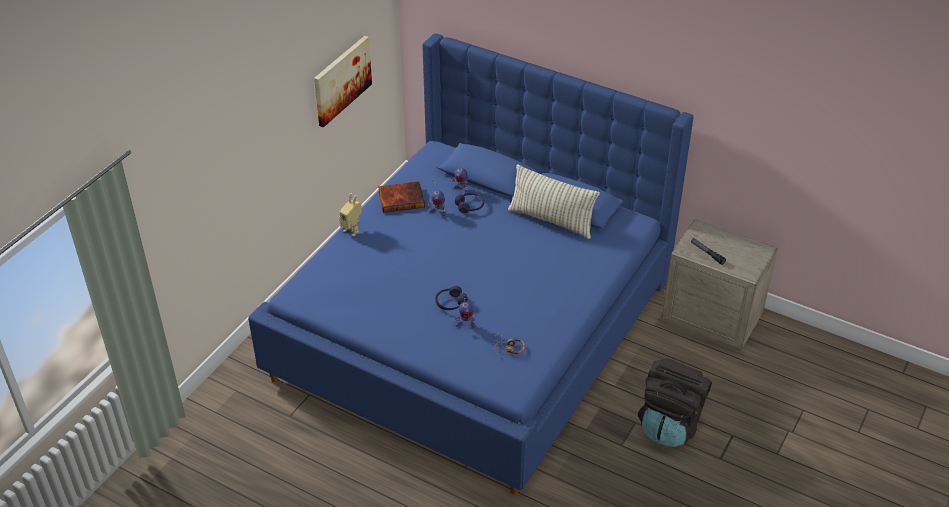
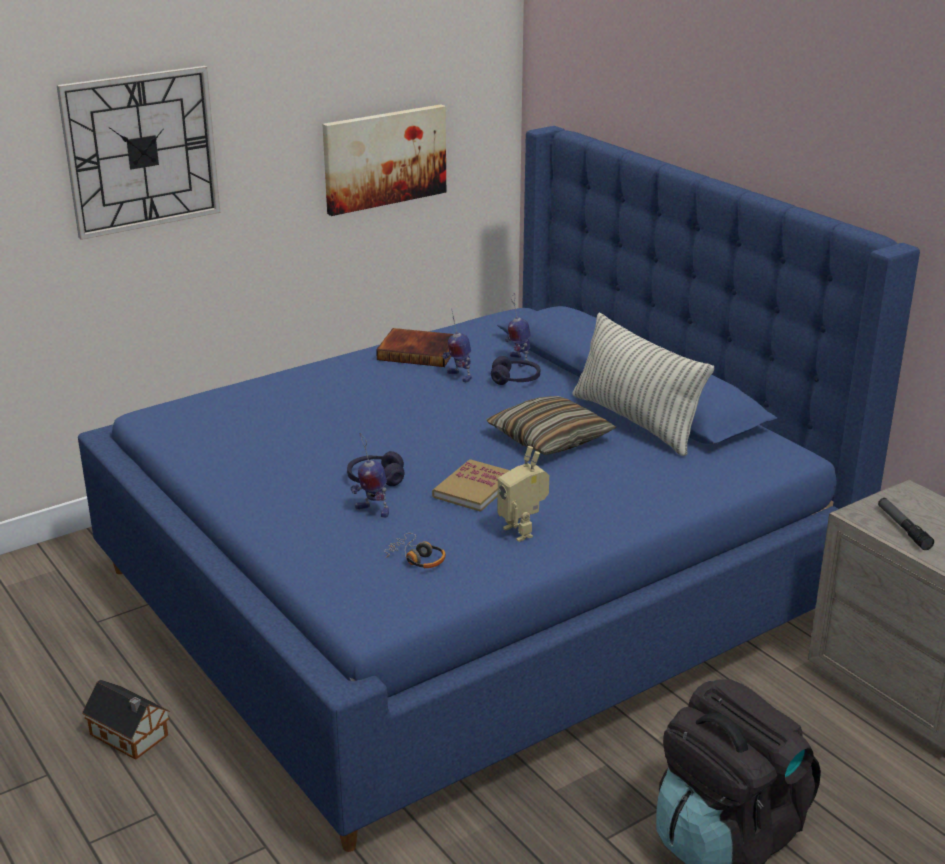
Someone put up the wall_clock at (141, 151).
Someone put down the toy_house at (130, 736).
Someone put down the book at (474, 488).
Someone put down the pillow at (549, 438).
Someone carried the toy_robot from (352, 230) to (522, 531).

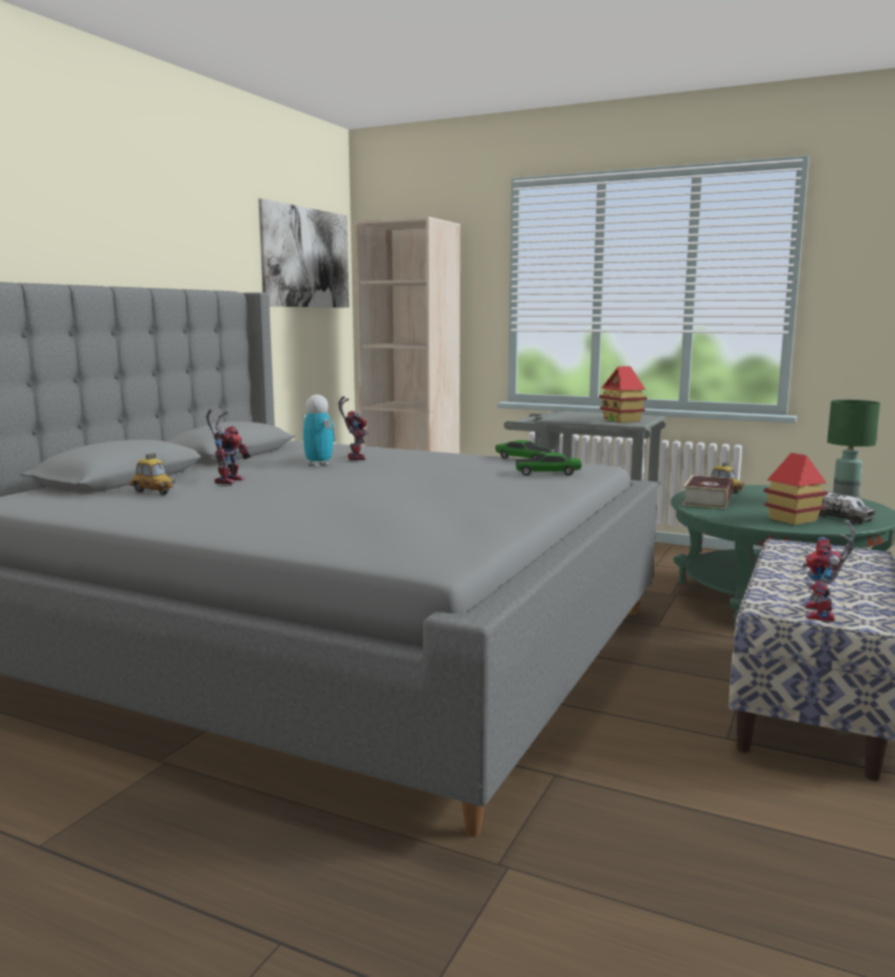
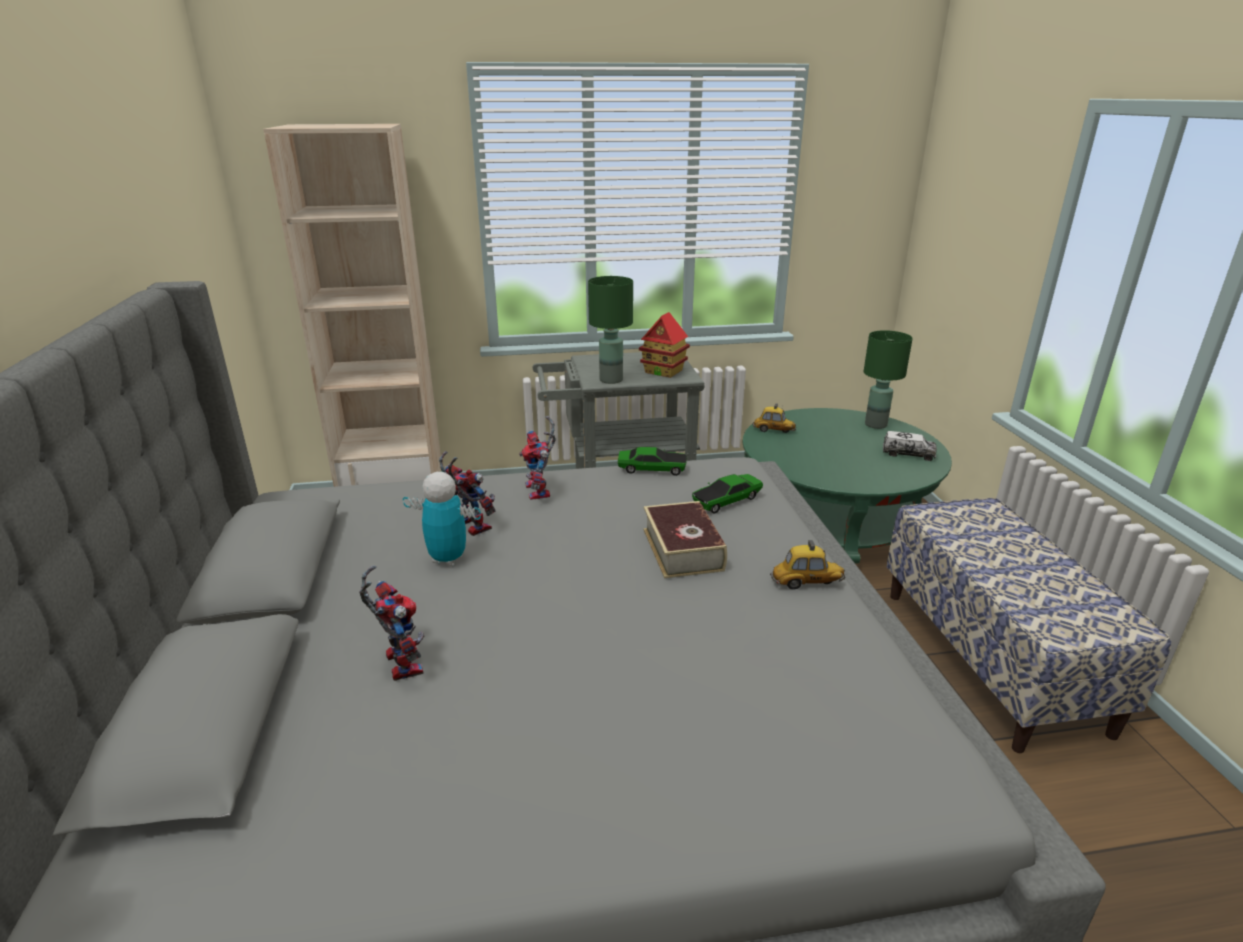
Someone carried the toy_robot from (823, 615) to (541, 492).
Someone put down the green_table_lamp at (610, 380).
Someone carried the book from (707, 500) to (682, 549).
Someone carried the toy_car from (153, 492) to (806, 583).
Someone took away the picture at (306, 258).
Someone took away the toy_house at (792, 520).

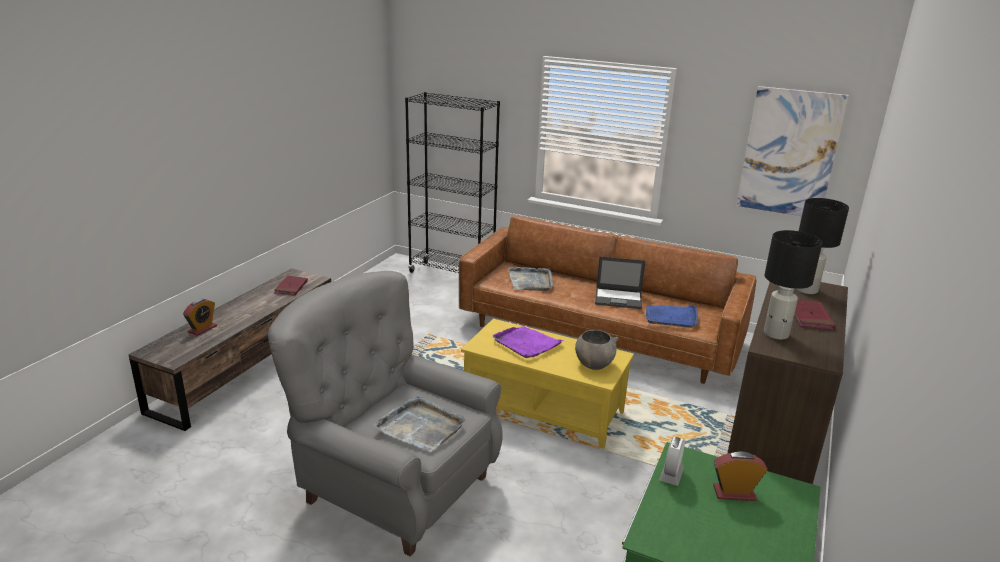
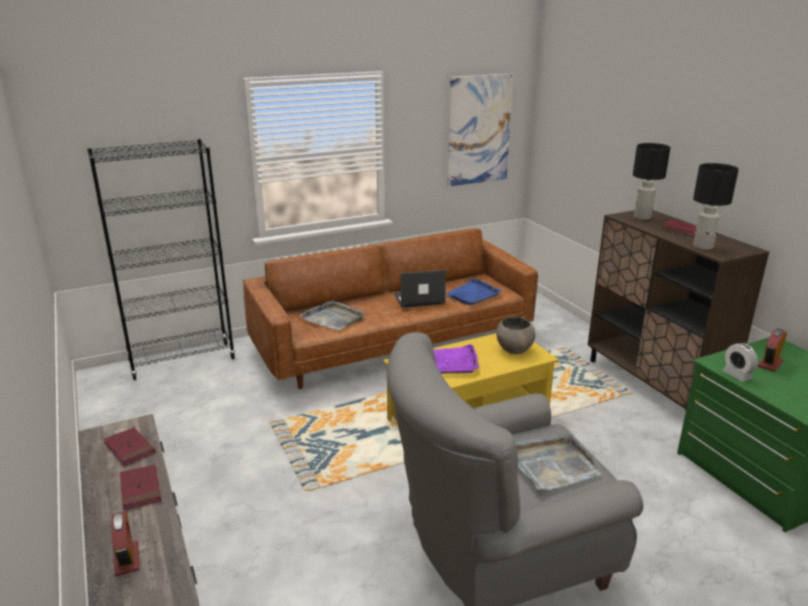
Someone put down the red_book at (140, 489).
Someone rotated the laptop at (619, 298) by 150 degrees counterclockwise.

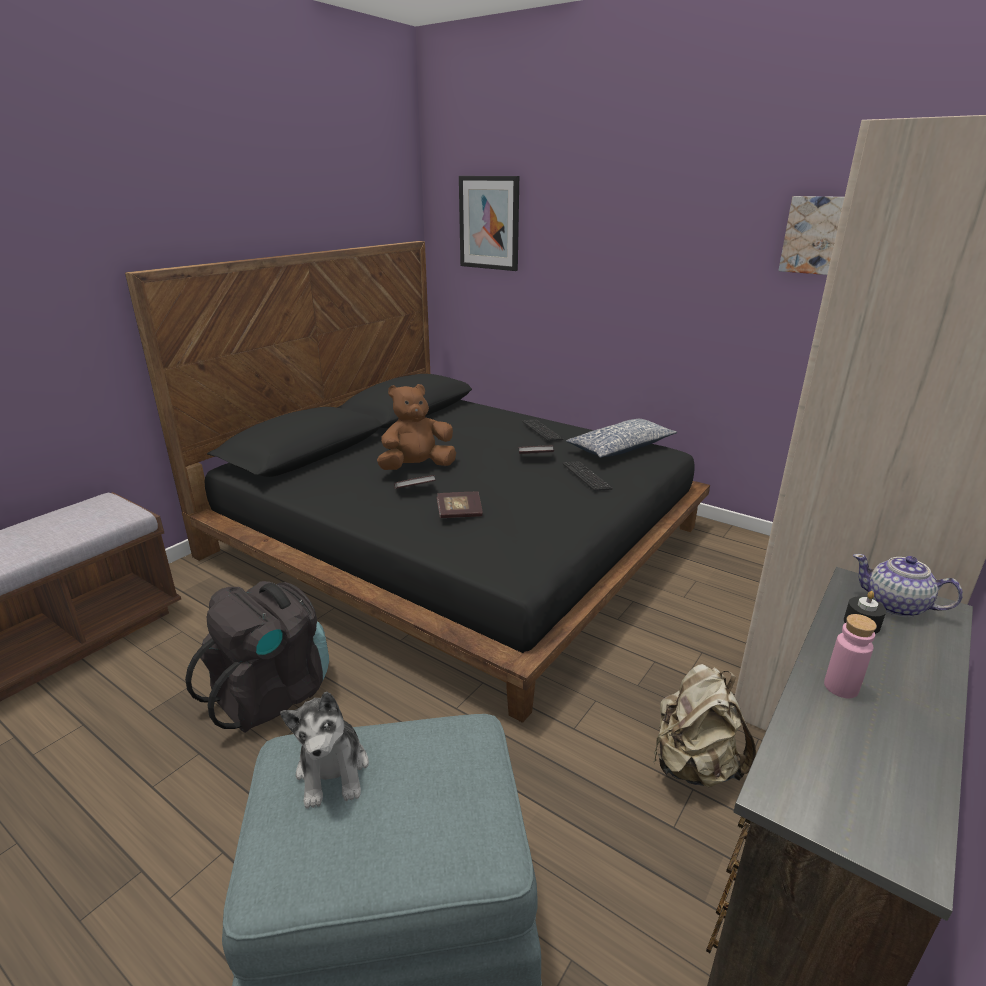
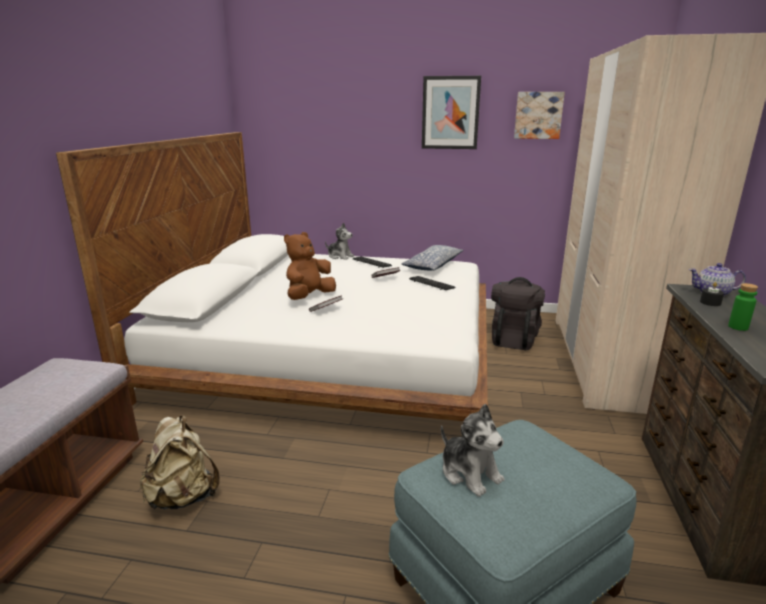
Someone repainted the black_bed at (458, 541), which became the white_bed at (333, 353).
Someone carried the beige_backpack from (694, 765) to (183, 497).
Someone put down the plush_toy at (340, 256).
Someone carried the picture from (489, 223) to (450, 113).
Someone carried the black_backpack from (272, 693) to (513, 339).
Someone repainted the pink_bottle at (841, 687), which became the green_bottle at (738, 327).
Someone took away the book at (459, 513).

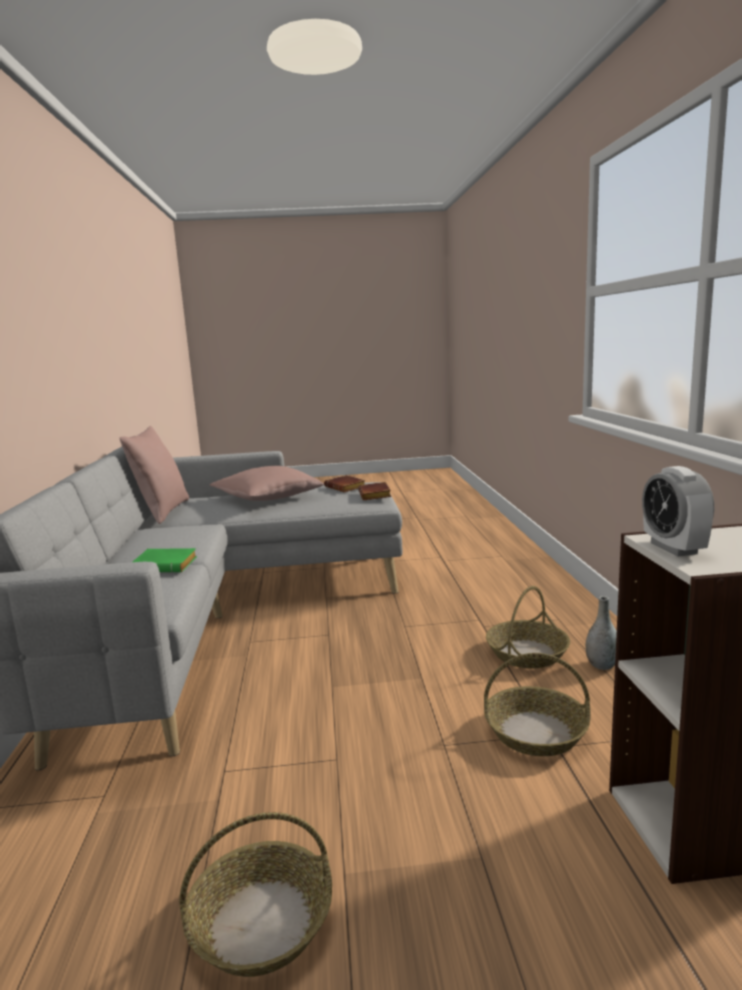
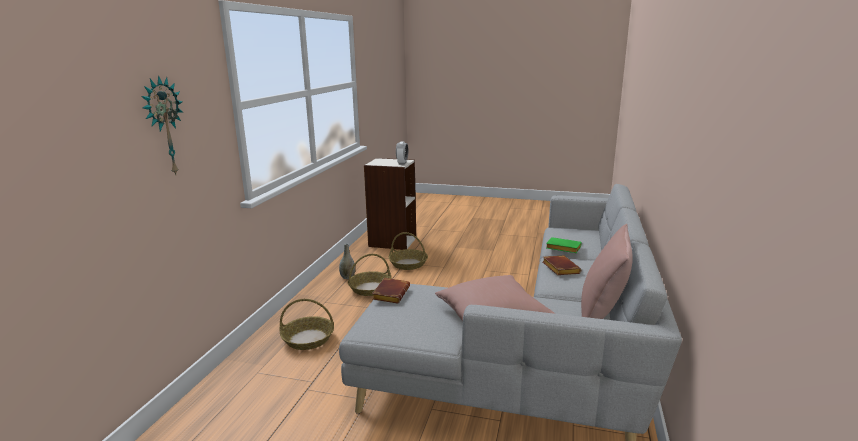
Someone put up the wall_clock at (163, 127).
Someone carried the basket from (262, 922) to (307, 339).
Someone carried the brown_book from (346, 488) to (559, 268).

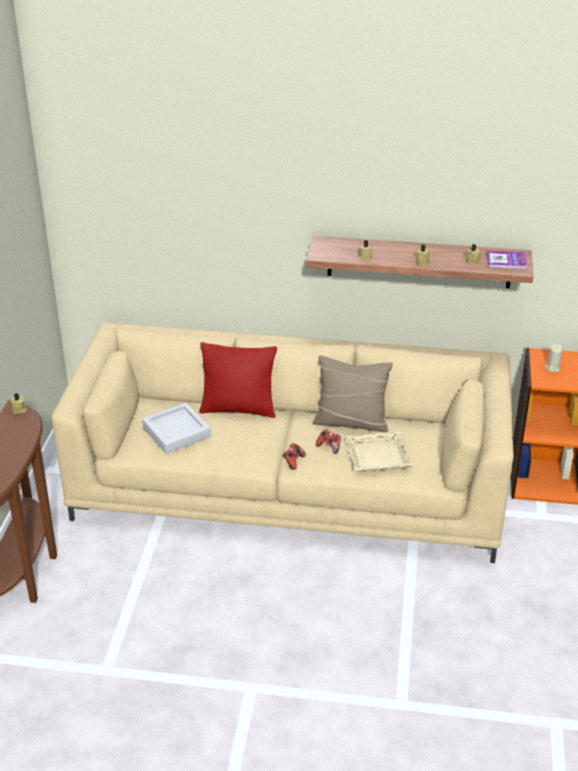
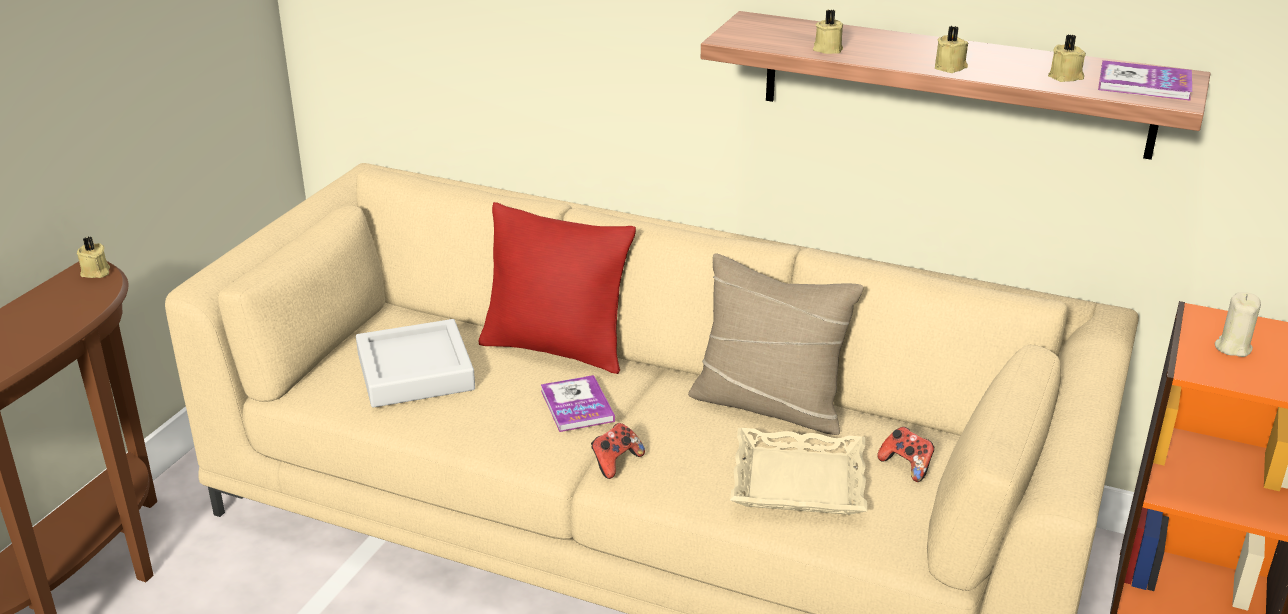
Someone put down the book at (577, 406).
Someone carried the game_controller from (329, 447) to (906, 466).

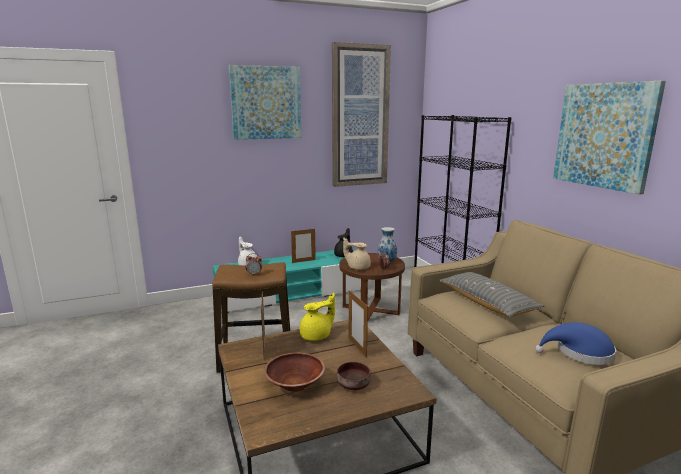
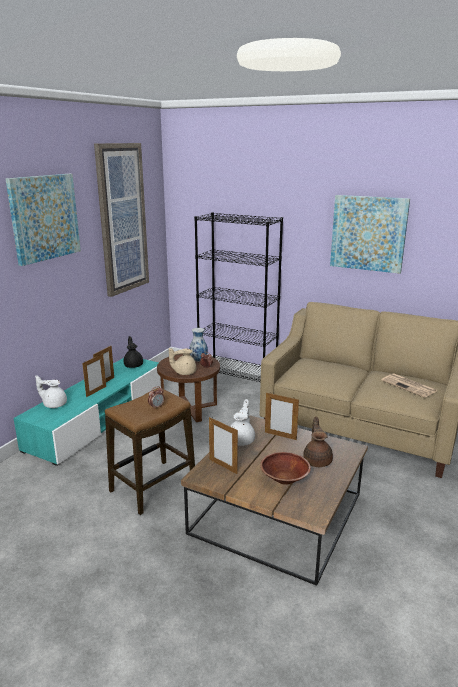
Someone put down the picture_frame at (96, 391).
Someone repainted the yellow_teapot at (317, 336), which became the white_teapot at (242, 440).
Someone swapped the brown_bowl at (354, 384) for the brown_teapot at (317, 460).
Someone swapped the blue_hat at (580, 352) for the newspaper at (409, 386).
Someone took away the grey_pillow at (487, 303).

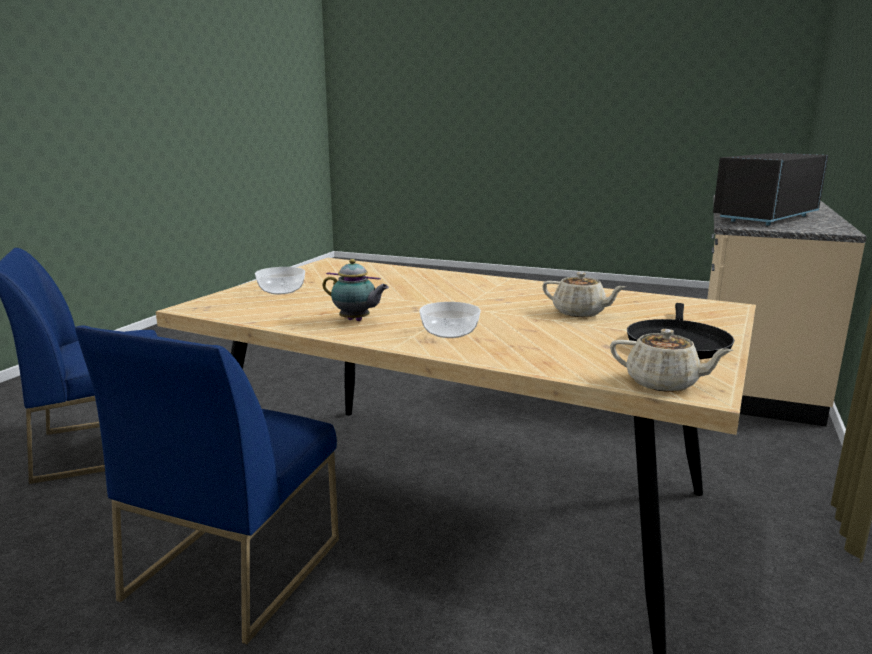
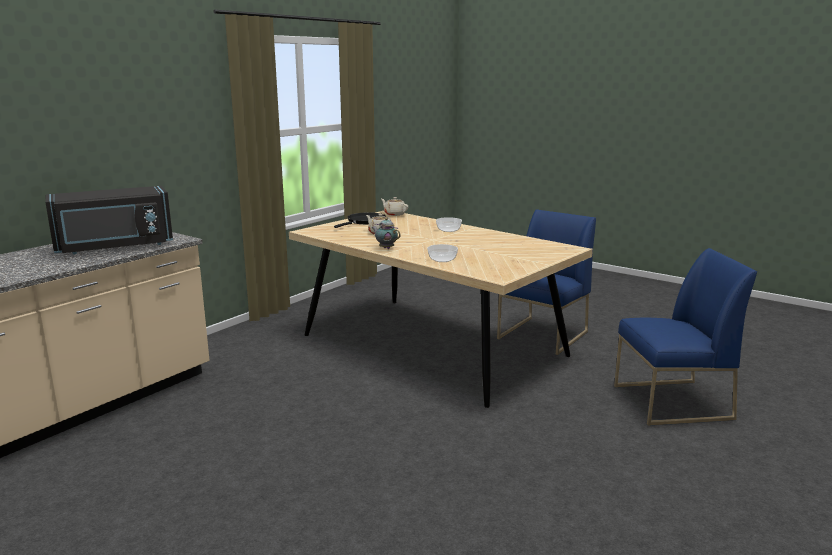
Someone carried the teapot from (356, 321) to (385, 248).
Someone carried the bowl from (282, 291) to (442, 259).

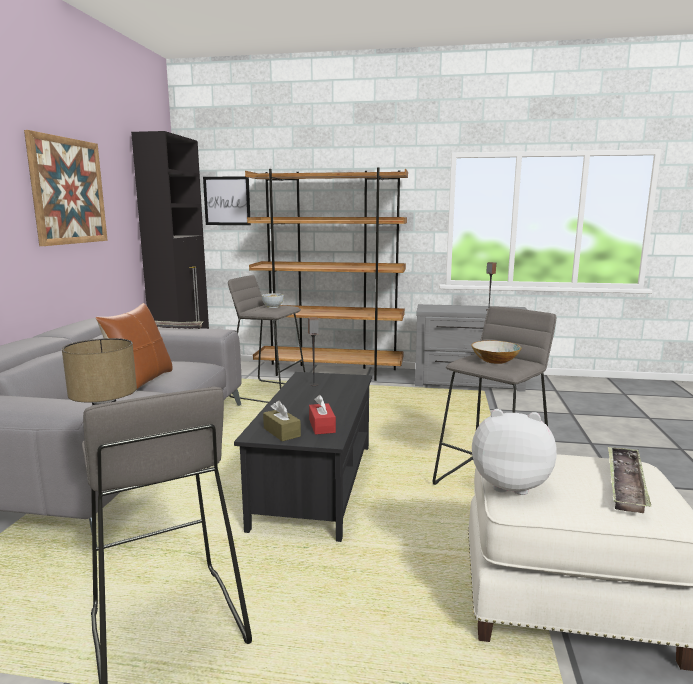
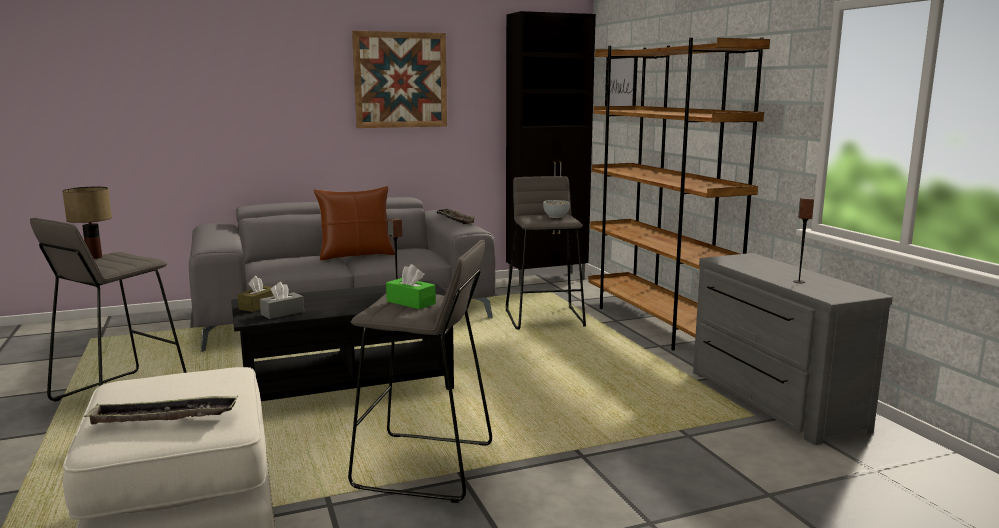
Someone repainted the red_tissue_box at (322, 426), which became the grey_tissue_box at (282, 313).
Someone swapped the bowl at (495, 361) for the green_tissue_box at (411, 302).
Someone took away the plush_toy at (509, 484).

